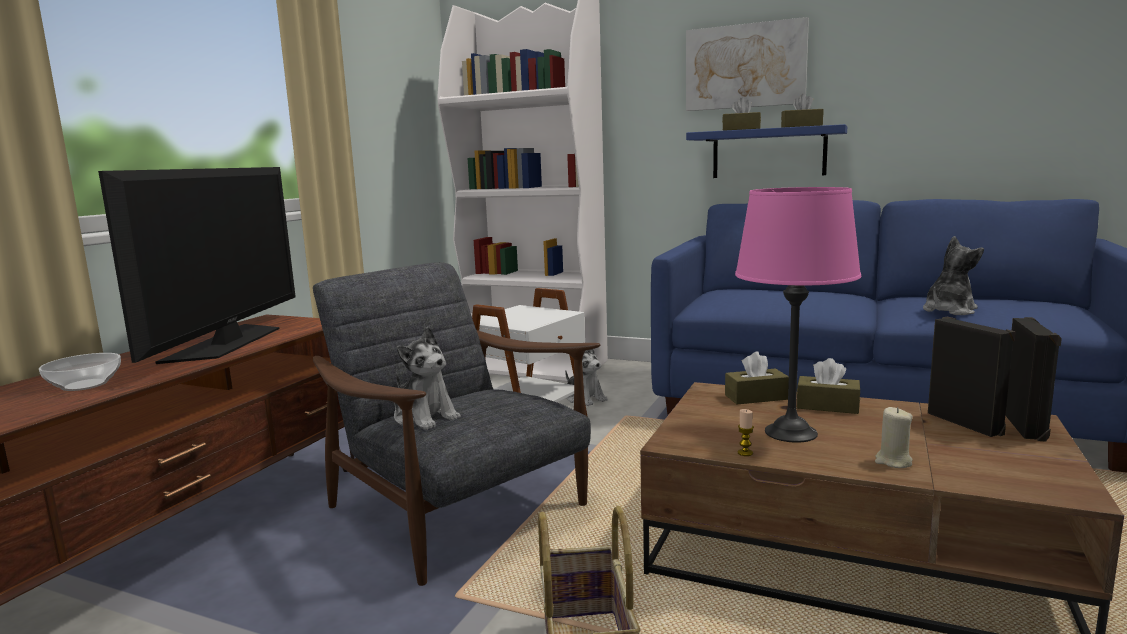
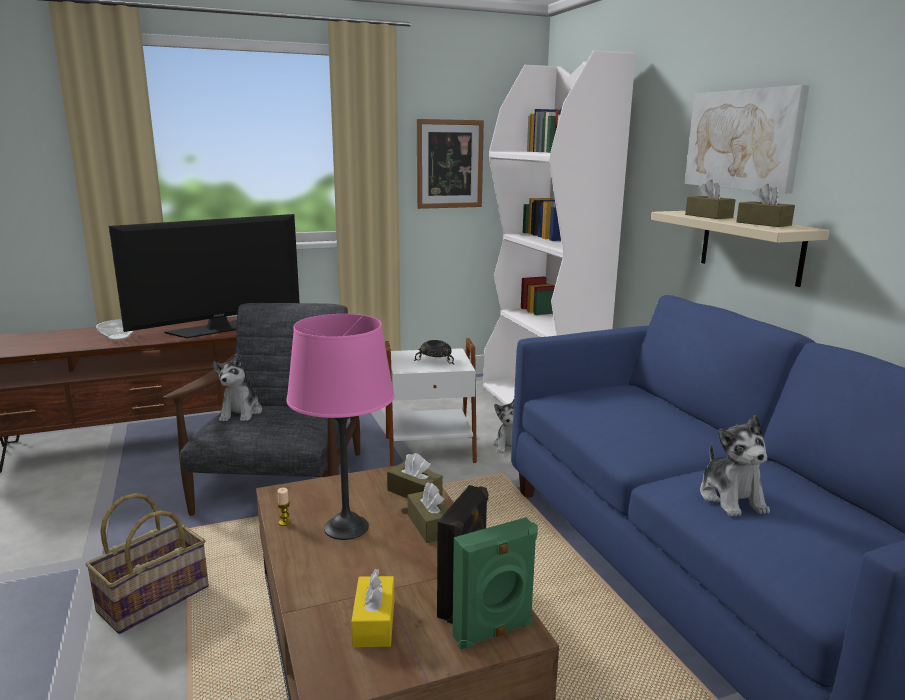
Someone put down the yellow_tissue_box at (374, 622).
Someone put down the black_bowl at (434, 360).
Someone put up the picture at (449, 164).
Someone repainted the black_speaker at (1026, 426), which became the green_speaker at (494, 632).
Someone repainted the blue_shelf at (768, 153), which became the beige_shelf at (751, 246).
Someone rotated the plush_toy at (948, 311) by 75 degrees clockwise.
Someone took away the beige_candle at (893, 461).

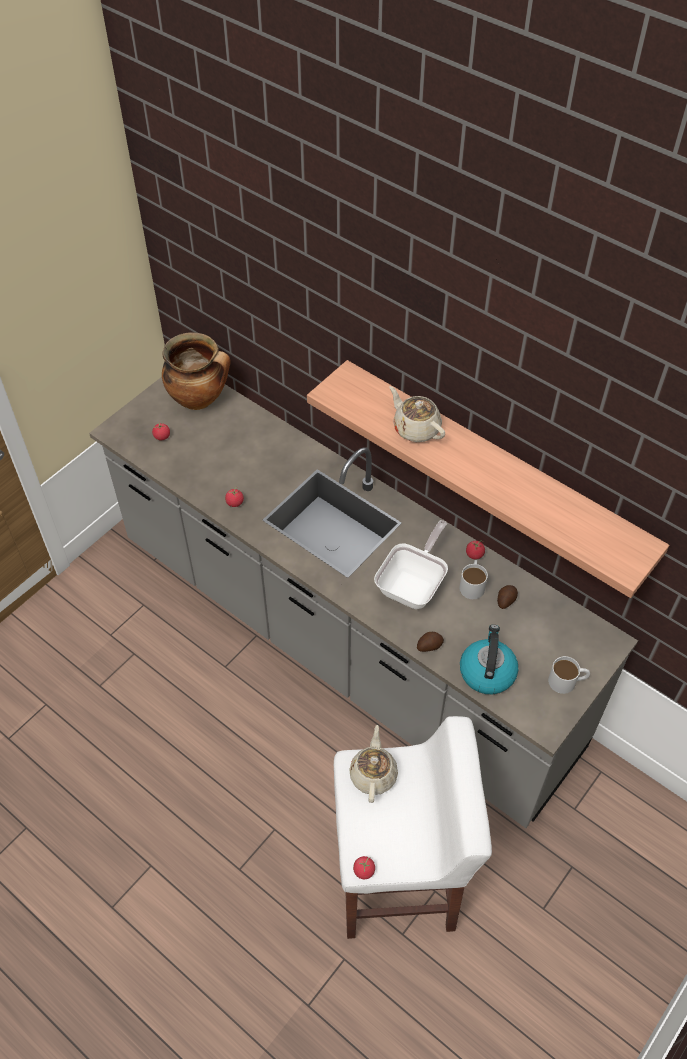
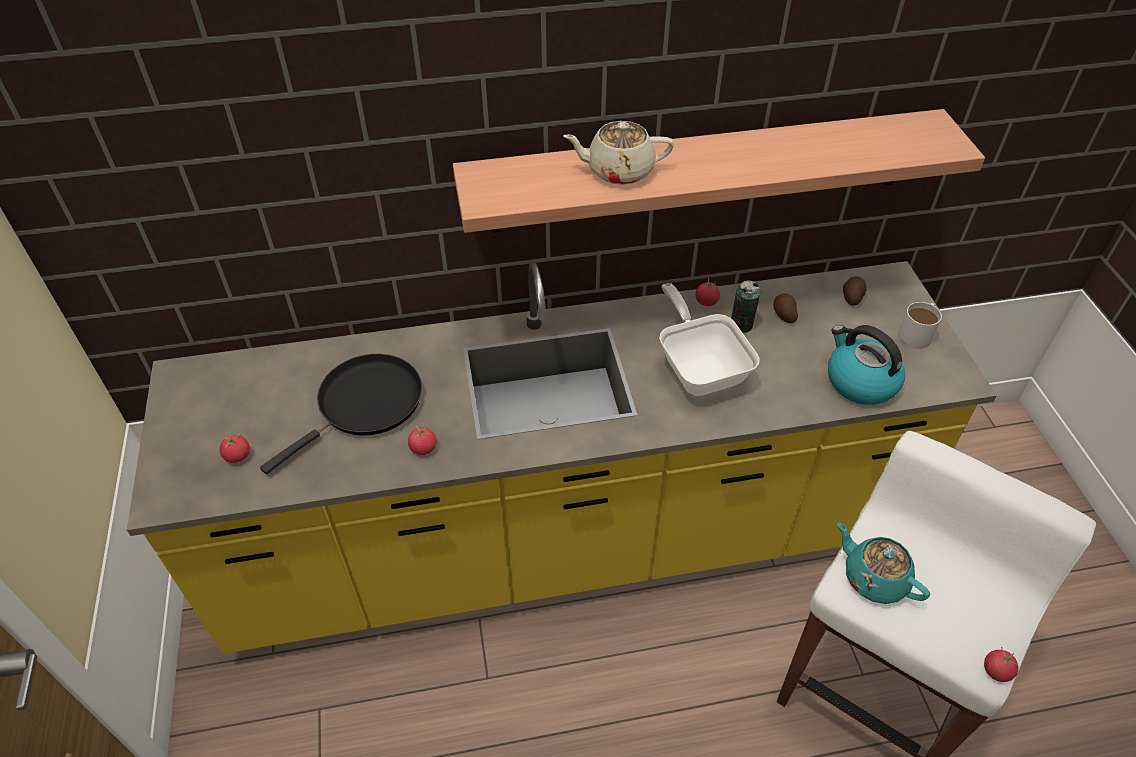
Someone repainted the grey_counter at (343, 644), which became the yellow_counter at (568, 545).
Someone put down the black_frying_pan at (365, 405).
Someone swapped the white_mug at (472, 584) for the can at (741, 325).
Someone repainted the beige_teapot at (373, 774), which became the turquoise_teapot at (874, 578).
Someone carried the potato from (429, 645) to (852, 297).
Someone took away the cooking_pot at (200, 399).

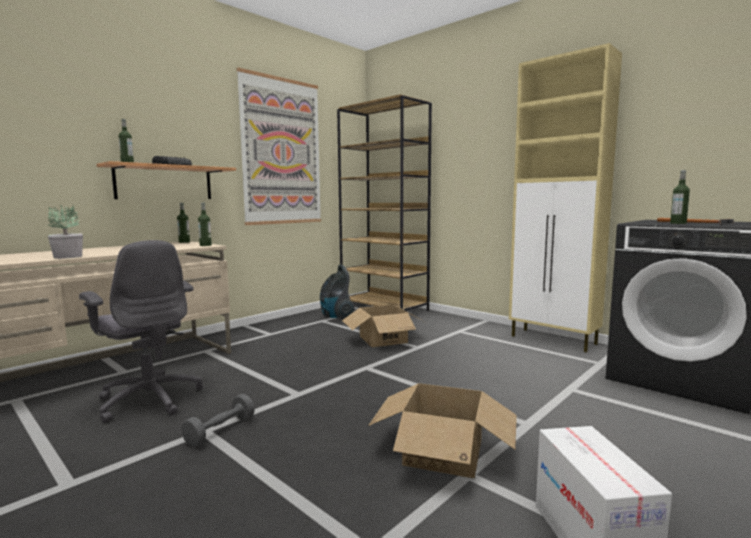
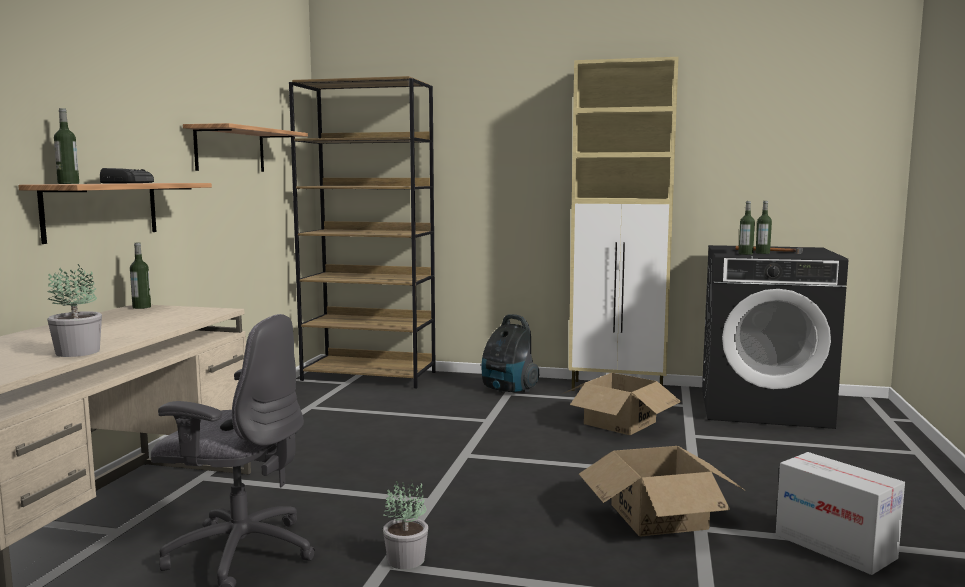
Someone swapped the picture at (282, 152) for the shelf at (230, 150).
Someone swapped the grey_dumbbell at (220, 431) for the potted_plant at (406, 559).
Someone carried the vacuum_cleaner from (336, 316) to (508, 390).
Someone carried the cardboard_box from (383, 339) to (620, 422).
Someone carried the bottle from (205, 245) to (745, 254).

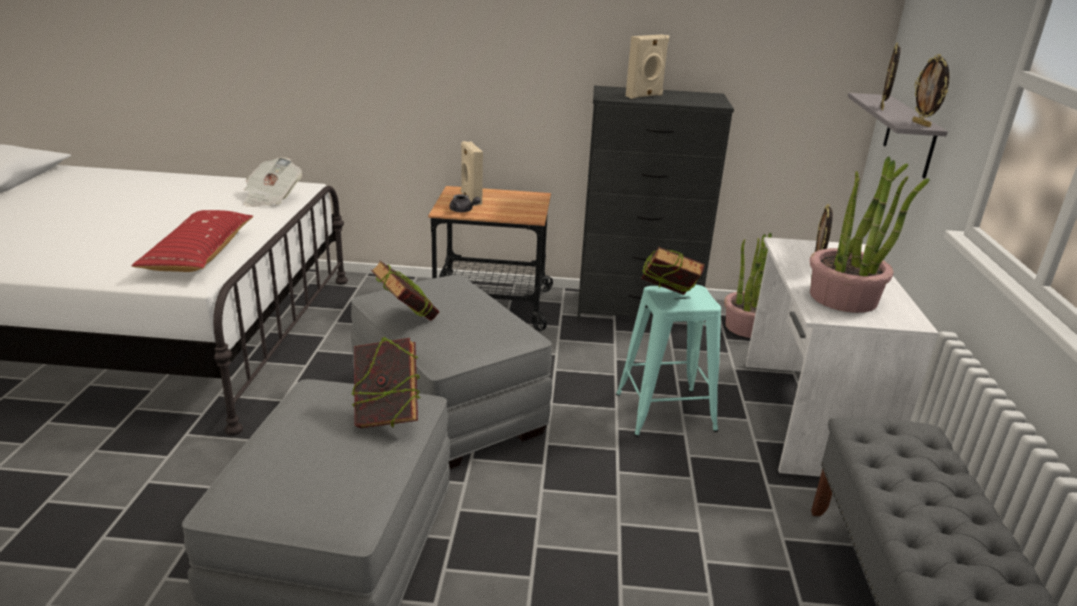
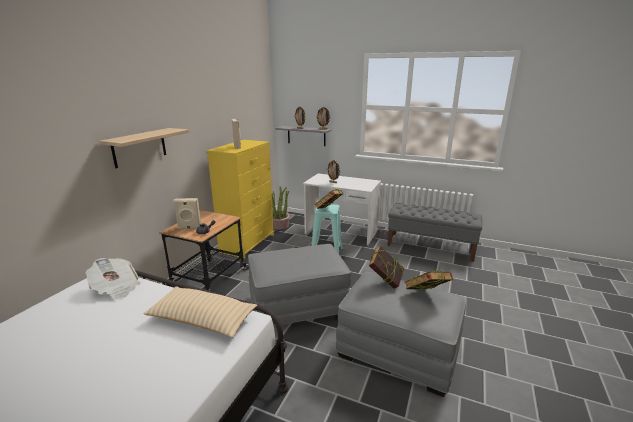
Someone put up the shelf at (139, 147).
Someone repainted the red_pillow at (199, 254), which became the beige_pillow at (202, 319).
Someone repainted the black_dresser at (637, 310), which became the yellow_dresser at (248, 243).
Someone carried the book from (406, 320) to (425, 296).
Someone took away the potted_plant at (844, 298).

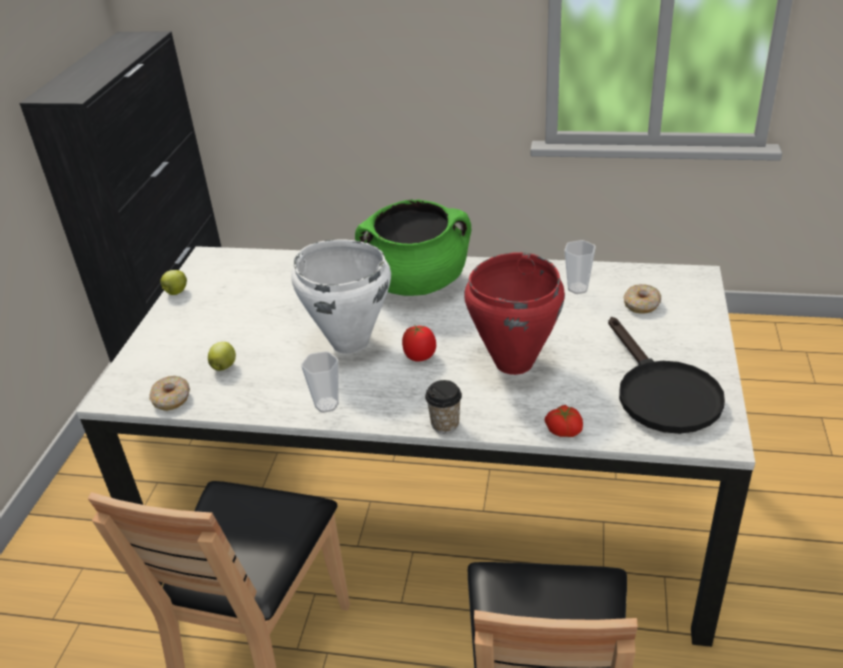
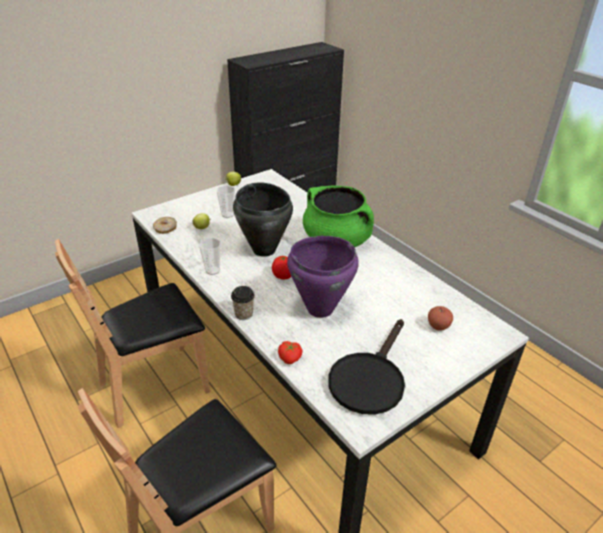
Someone carried the cup from (578, 288) to (227, 215).
Someone repainted the white_cooking_pot at (350, 342), which became the black_cooking_pot at (264, 249).
Someone repainted the red_cooking_pot at (513, 363), which became the purple_cooking_pot at (319, 309).
Someone swapped the donut at (641, 305) for the apple at (438, 326).

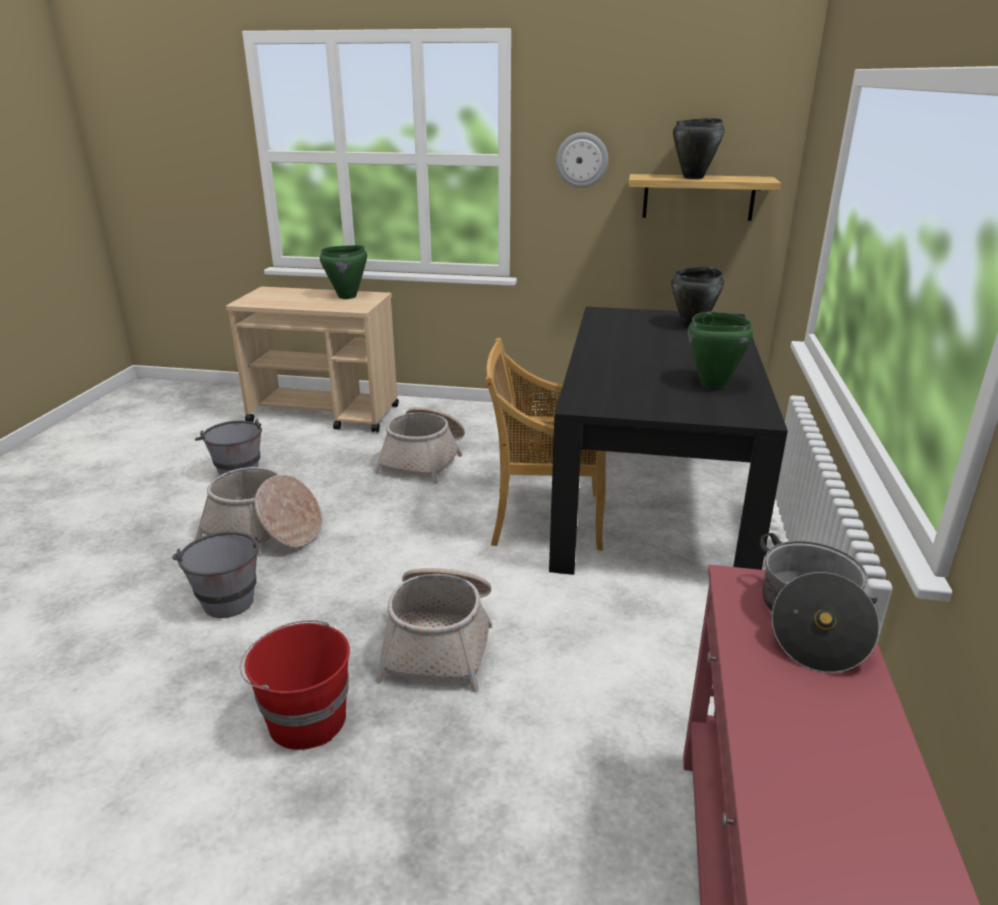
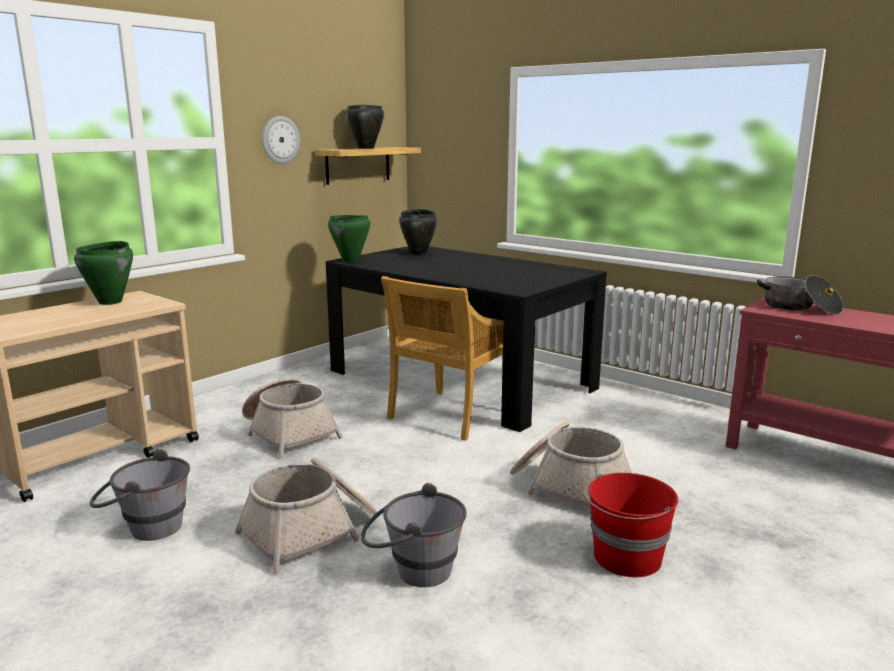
Someone carried the green_cooking_pot from (712, 384) to (350, 260).

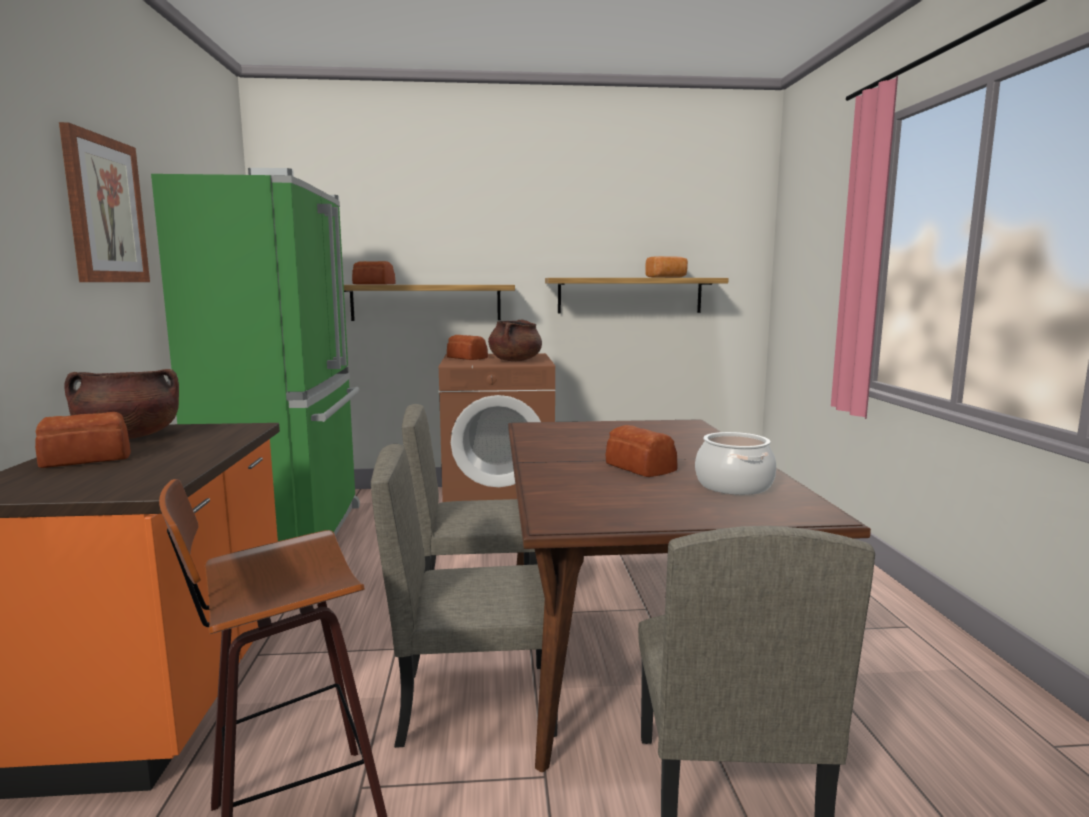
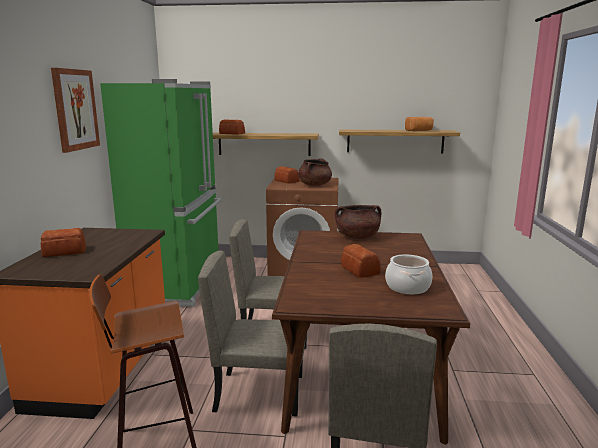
Someone carried the brown_cooking_pot from (129, 437) to (357, 237).

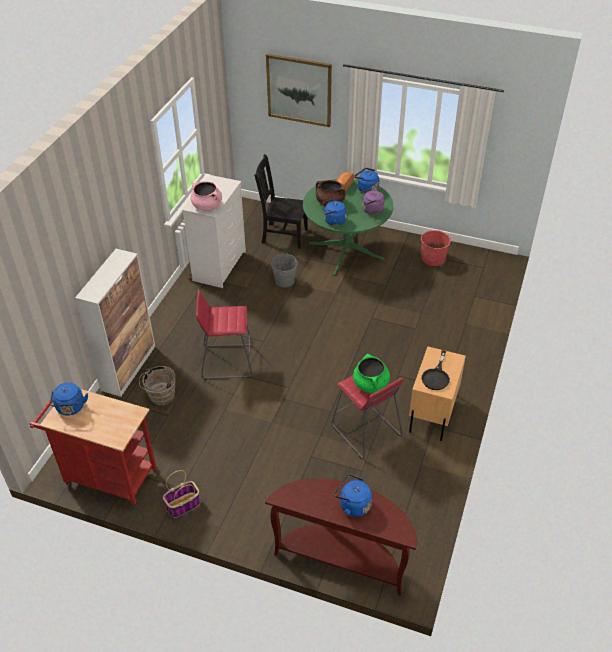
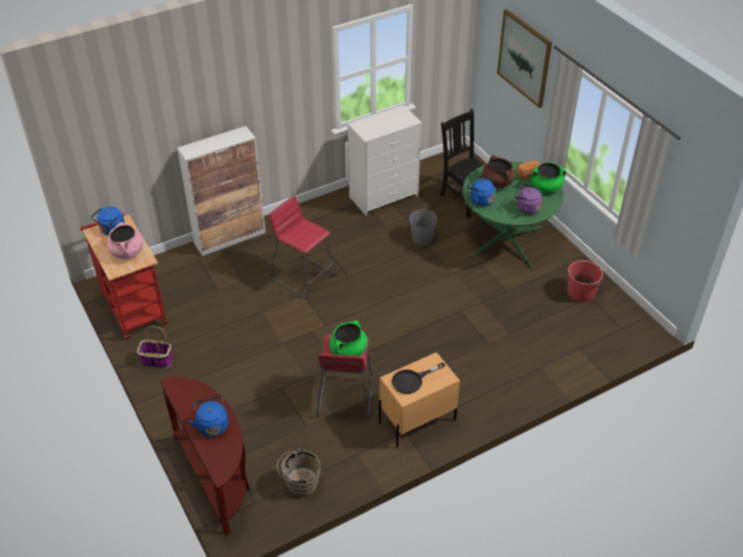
Someone carried the pink_cooking_pot from (207, 206) to (127, 252).
Someone carried the brown_bucket from (160, 397) to (300, 484).
Someone swapped the blue_kettle at (366, 189) for the green_cooking_pot at (546, 187).

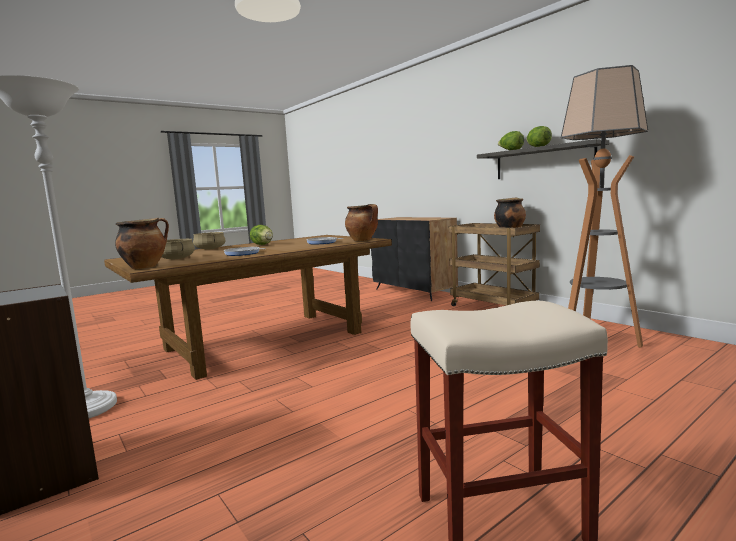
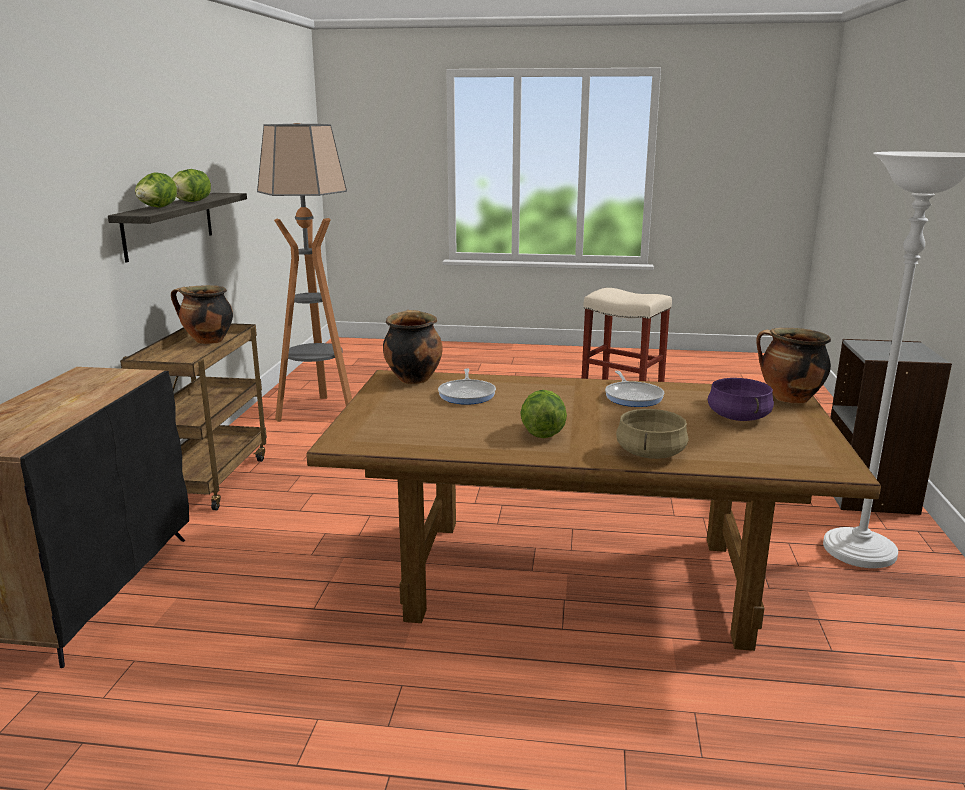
Someone repainted the beige_cooking_pot at (176, 259), which became the purple_cooking_pot at (739, 417).

